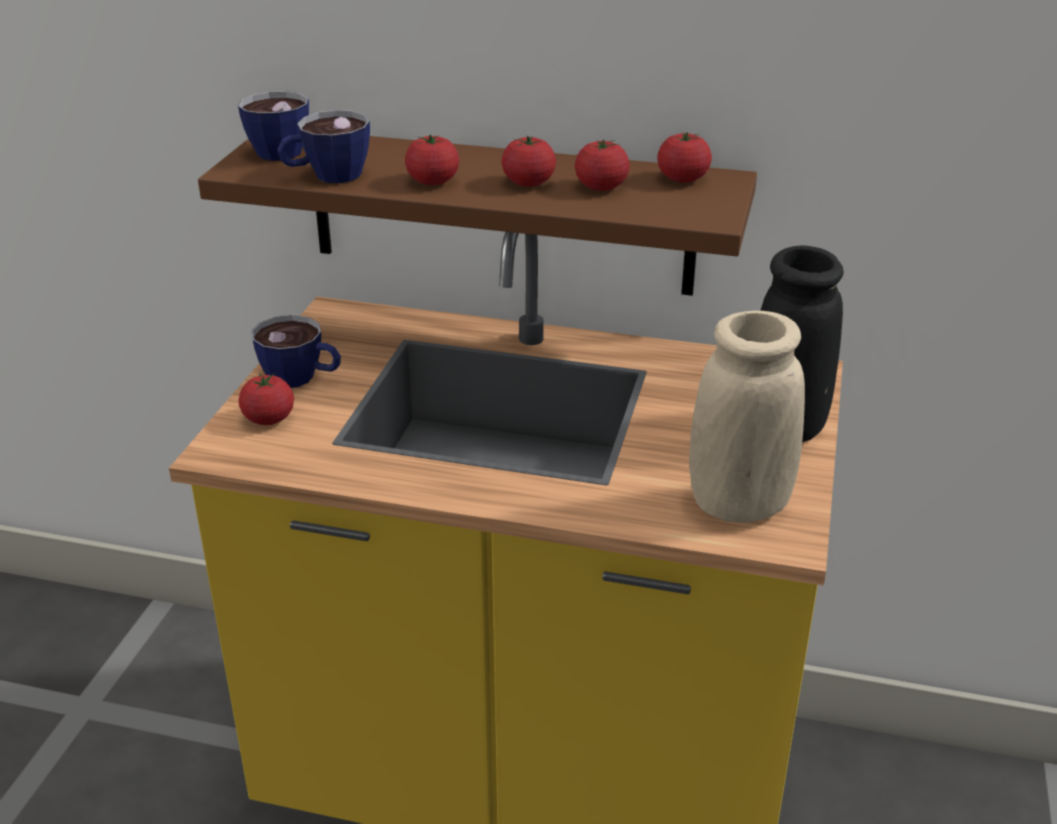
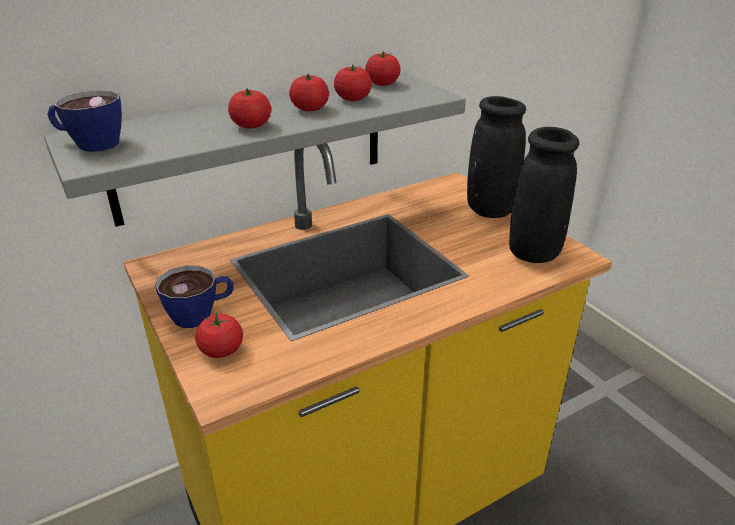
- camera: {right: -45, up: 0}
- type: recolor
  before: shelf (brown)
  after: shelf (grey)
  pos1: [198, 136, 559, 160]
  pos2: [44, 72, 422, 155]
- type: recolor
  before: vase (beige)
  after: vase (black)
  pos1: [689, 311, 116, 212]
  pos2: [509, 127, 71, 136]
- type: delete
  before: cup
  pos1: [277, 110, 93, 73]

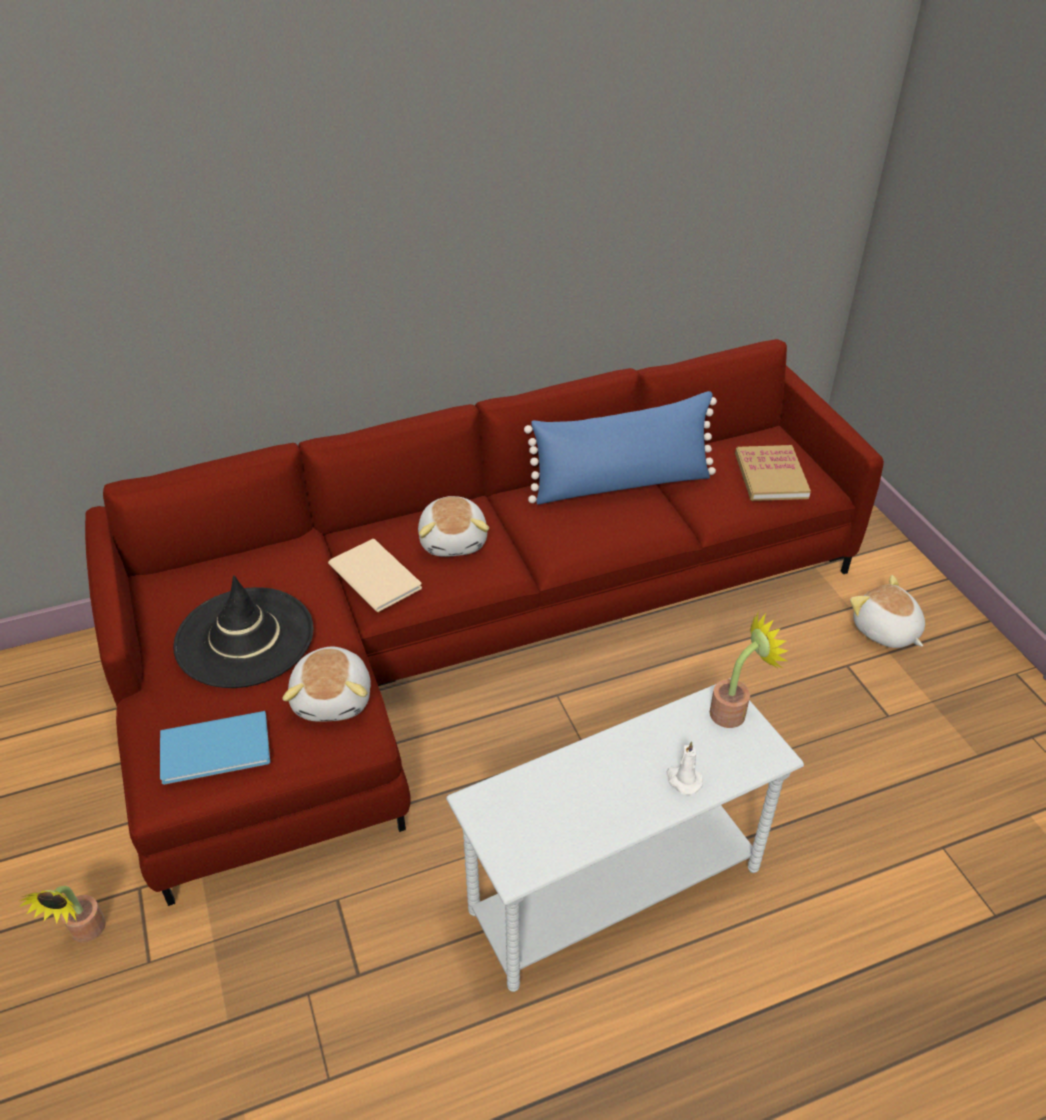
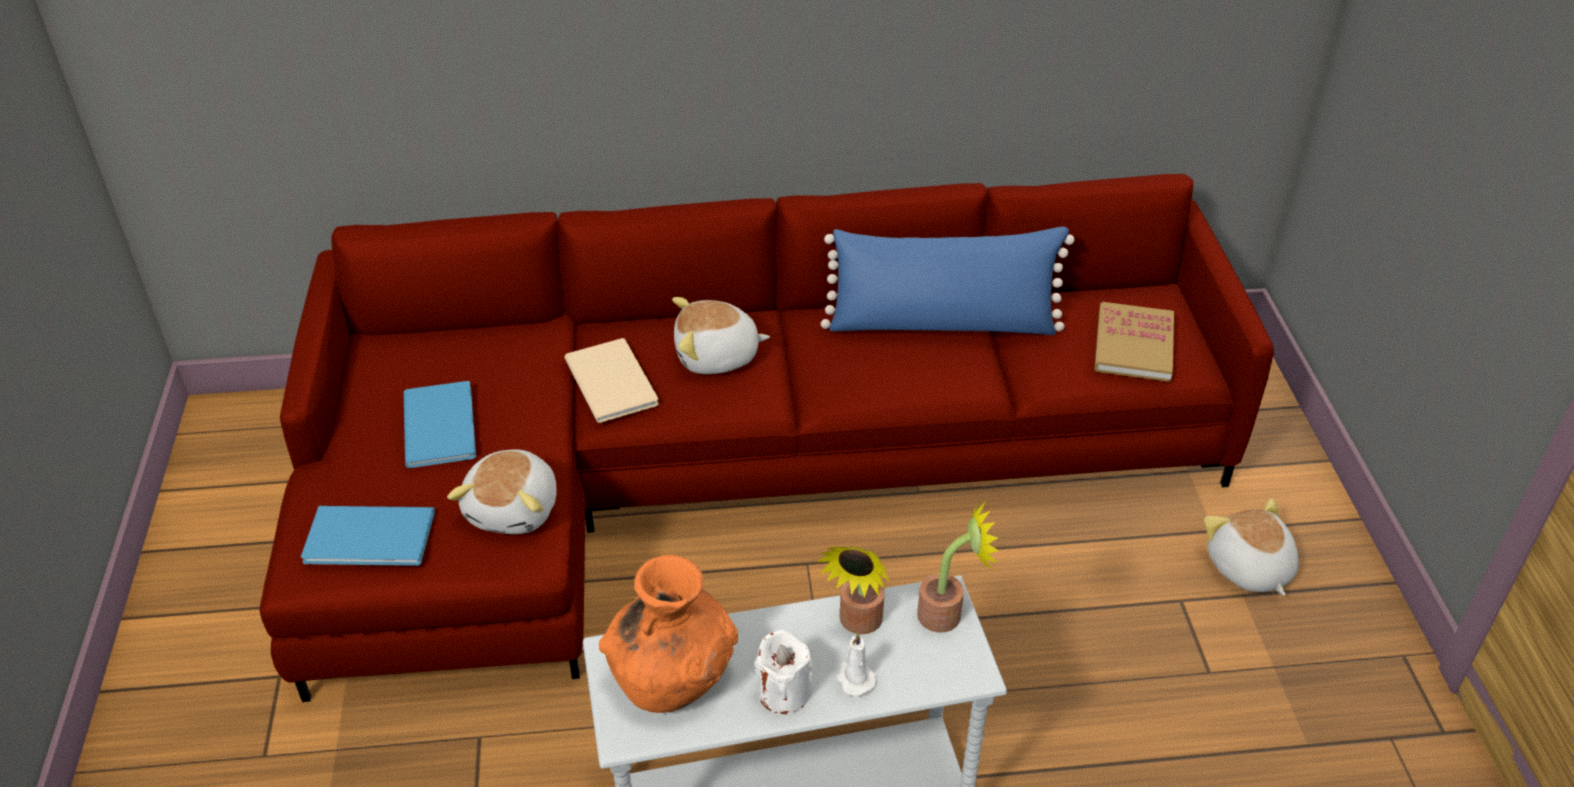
- camera: {right: 15, up: 0}
- type: replace
  before: hat (black)
  after: book (blue)
  pos1: [173, 575, 141, 113]
  pos2: [404, 381, 72, 87]
- type: insert
  after: vase (orange)
  pos2: [599, 555, 139, 158]
- type: rotate
  before: plush toy
  pos1: [418, 496, 71, 61]
  pos2: [672, 297, 98, 77]
  turn: 75
- type: insert
  after: candle (white)
  pos2: [754, 630, 59, 84]
- type: move
  before: potted plant
  pos1: [19, 886, 87, 57]
  pos2: [817, 546, 73, 88]

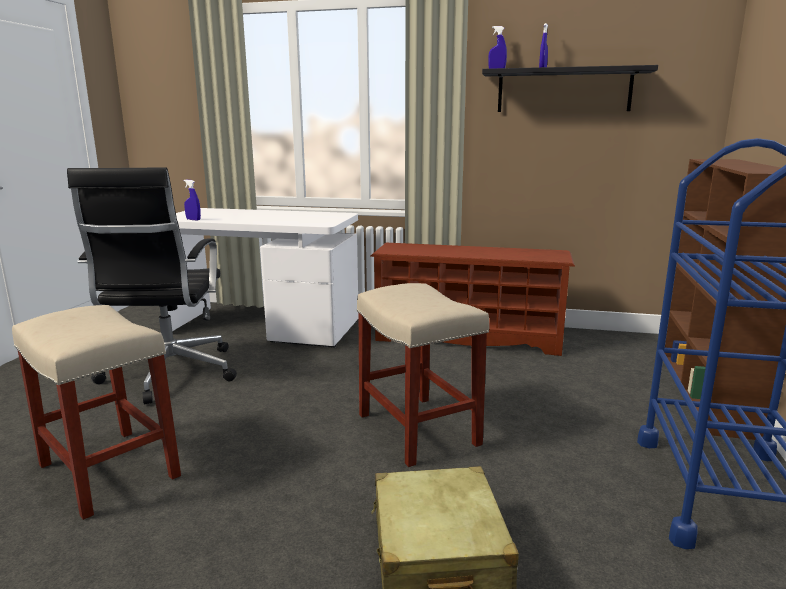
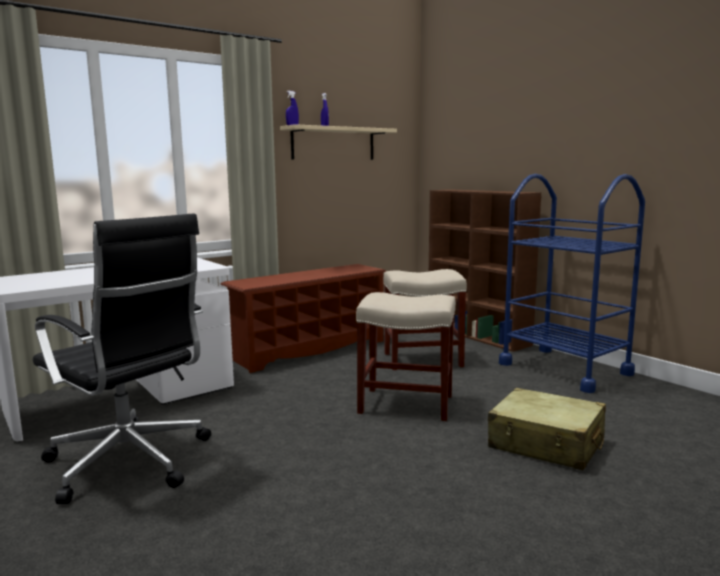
- camera: {right: -50, up: -5}
- type: recolor
  before: shelf (black)
  after: shelf (beige)
  pos1: [482, 65, 176, 47]
  pos2: [280, 124, 117, 36]
- type: move
  before: stool (beige)
  pos1: [12, 305, 169, 215]
  pos2: [383, 269, 84, 101]
- type: delete
  before: spray bottle (blue)
  pos1: [184, 180, 17, 40]

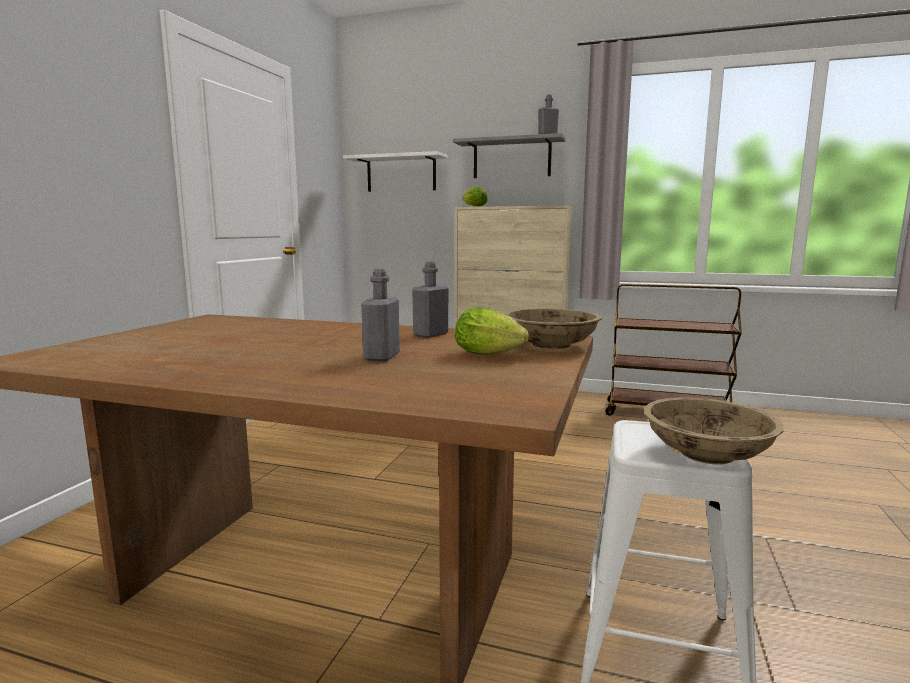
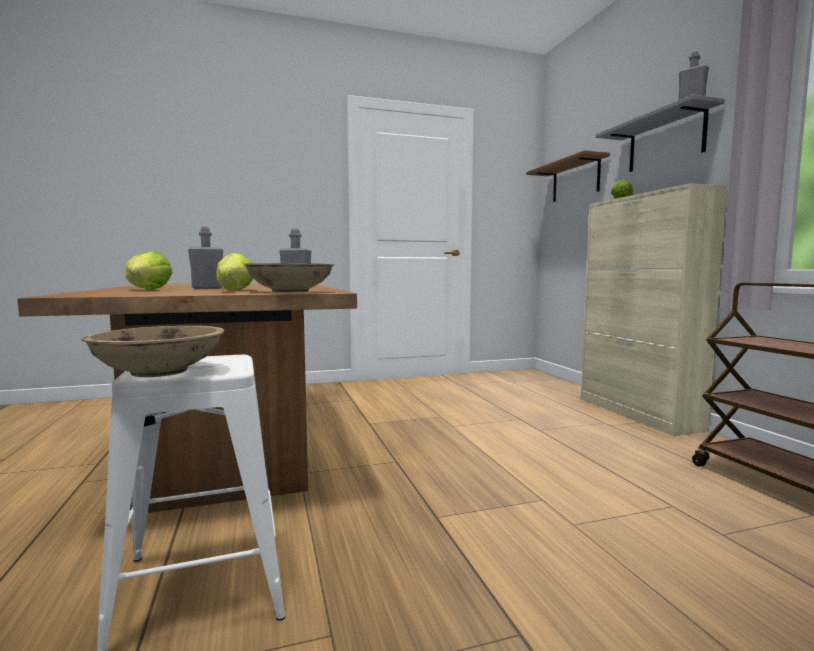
- camera: {right: 55, up: -5}
- type: insert
  after: lettuce
  pos2: [125, 251, 47, 38]
- type: recolor
  before: shelf (white)
  after: shelf (brown)
  pos1: [343, 151, 105, 41]
  pos2: [526, 150, 84, 52]

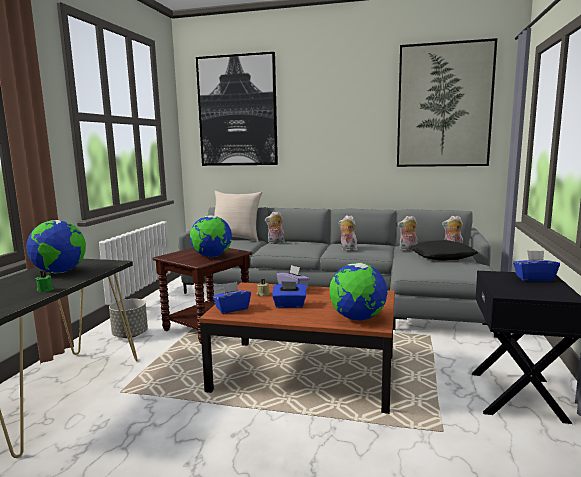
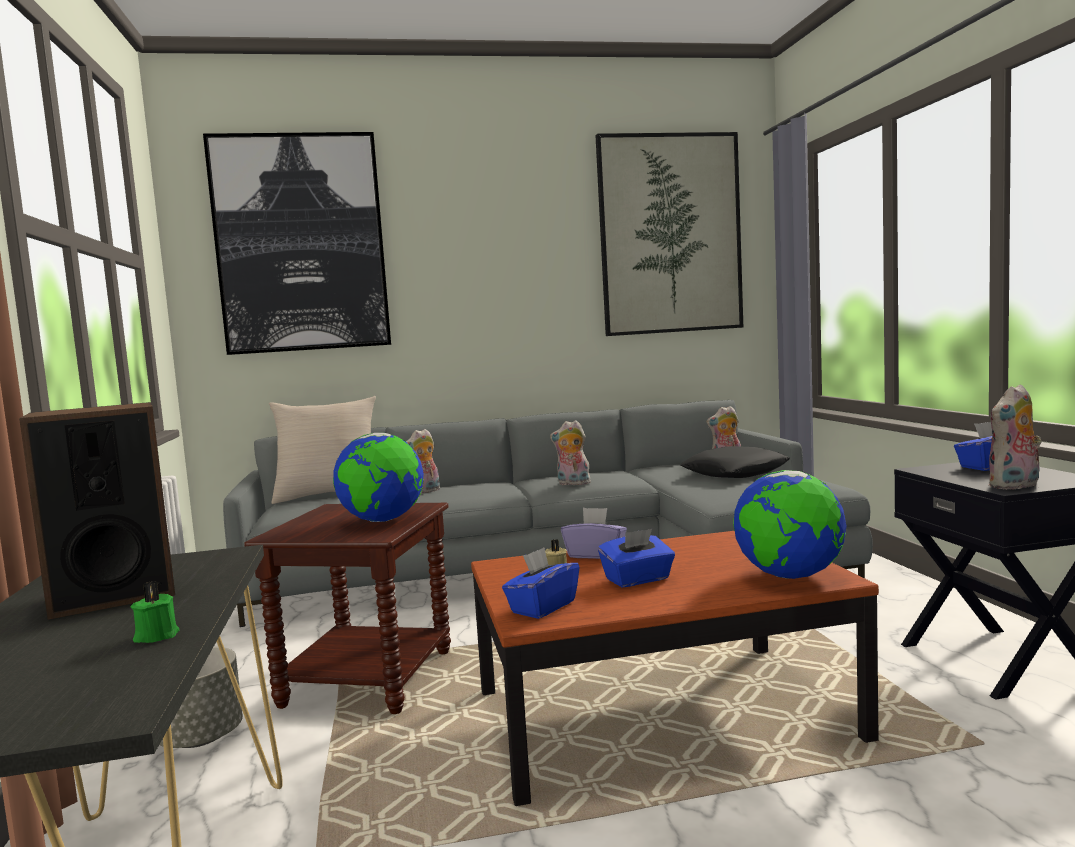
- camera: {right: -25, up: -5}
- type: replace
  before: globe
  after: speaker
  pos1: [26, 220, 60, 54]
  pos2: [19, 402, 156, 218]
- type: move
  before: plush toy
  pos1: [397, 216, 21, 35]
  pos2: [988, 384, 54, 106]

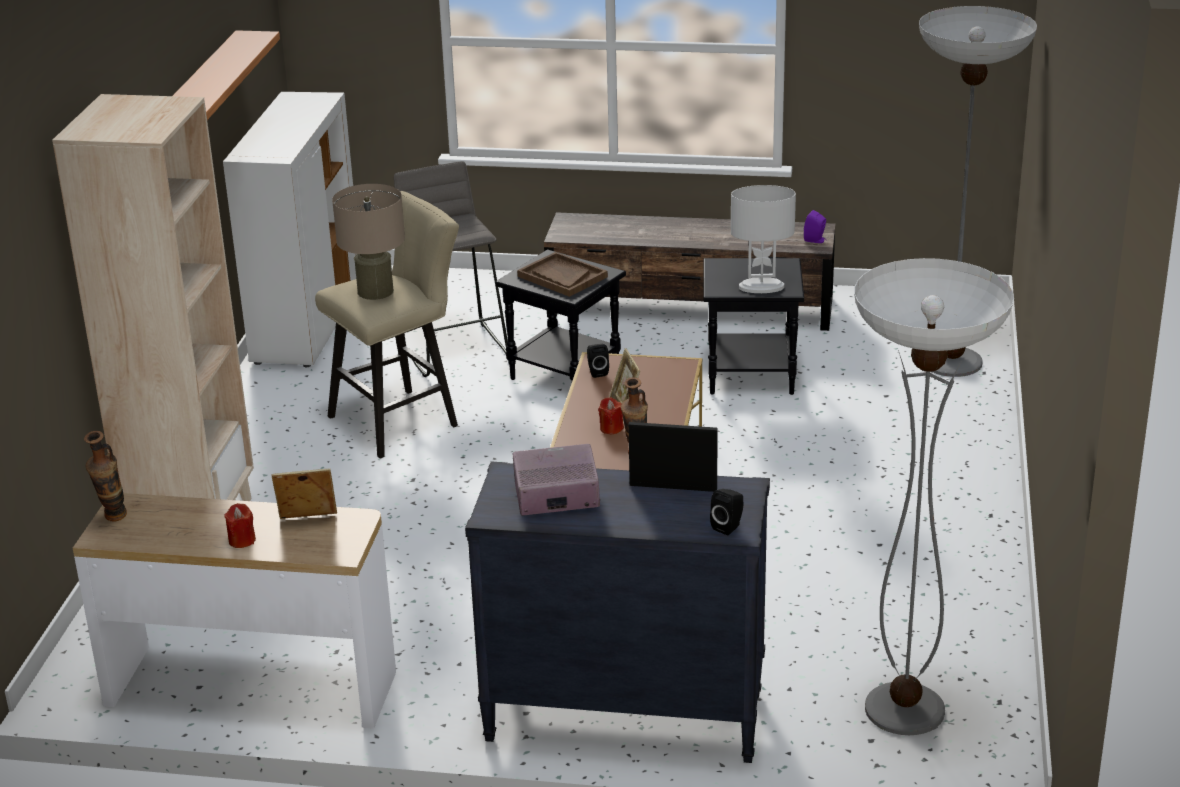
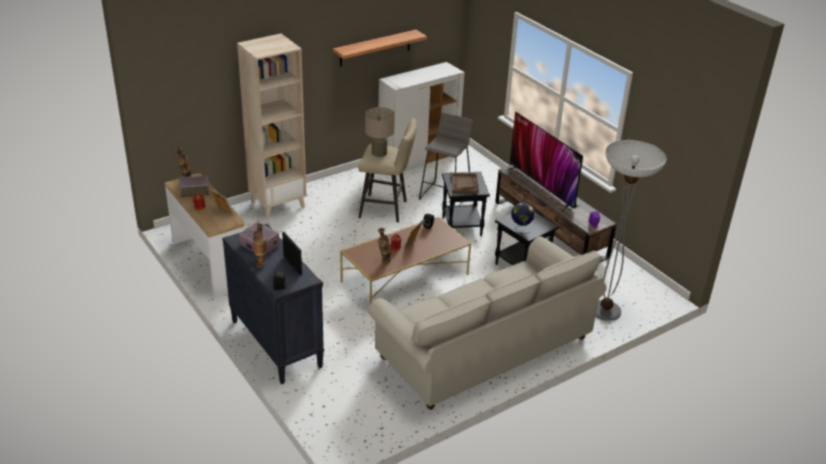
- camera: {right: 45, up: 5}
- type: insert
  after: radio
  pos2: [179, 175, 31, 23]
- type: insert
  after: vase
  pos2: [253, 223, 14, 45]
- type: insert
  after: sofa (beige)
  pos2: [368, 236, 239, 174]
- type: insert
  after: television
  pos2: [506, 112, 77, 101]
- type: replace
  before: table lamp (white)
  after: globe
  pos1: [731, 185, 65, 108]
  pos2: [511, 202, 24, 32]
- type: delete
  before: floor lamp
  pos1: [854, 258, 160, 477]

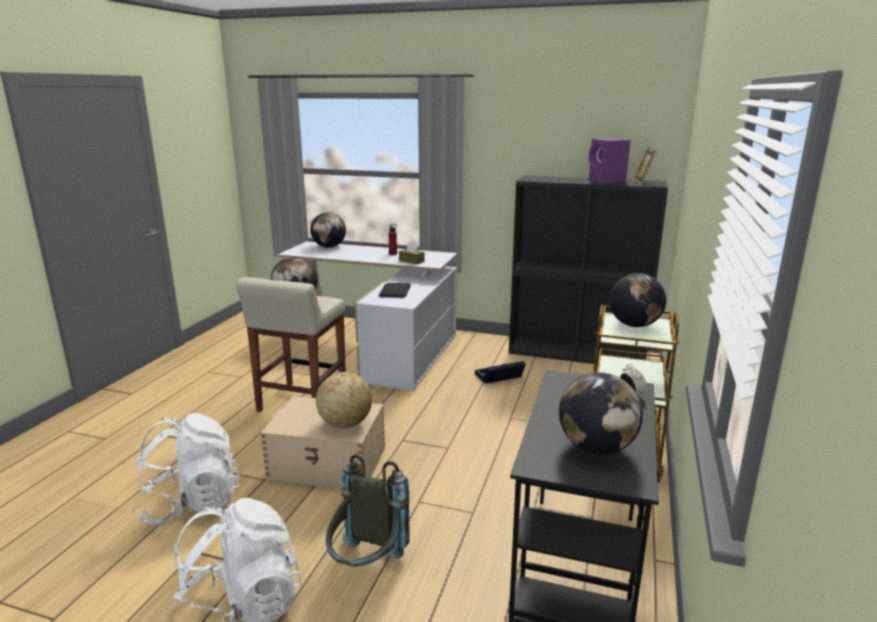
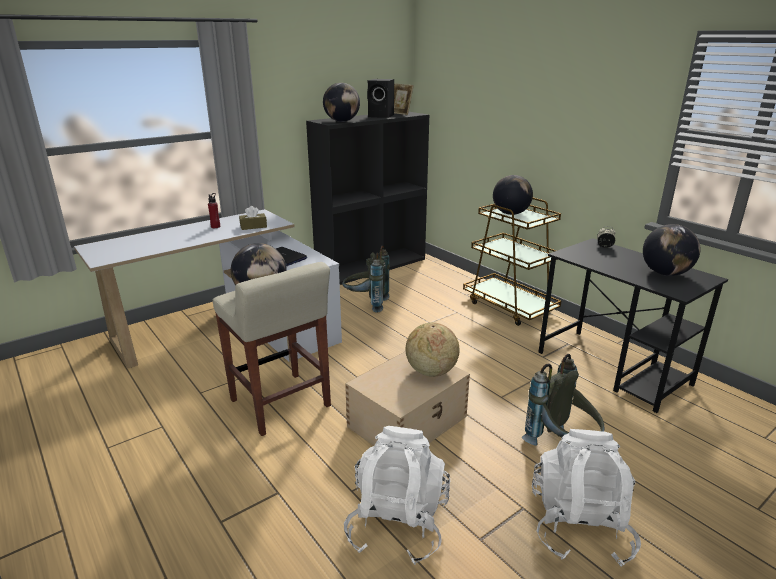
- camera: {right: -55, up: 5}
- type: move
  before: globe
  pos1: [310, 212, 36, 36]
  pos2: [323, 83, 37, 39]
- type: replace
  before: storage box (black)
  after: backpack (grey)
  pos1: [475, 361, 51, 23]
  pos2: [342, 246, 48, 67]
- type: recolor
  before: speaker (purple)
  after: speaker (black)
  pos1: [589, 138, 41, 46]
  pos2: [367, 79, 27, 39]

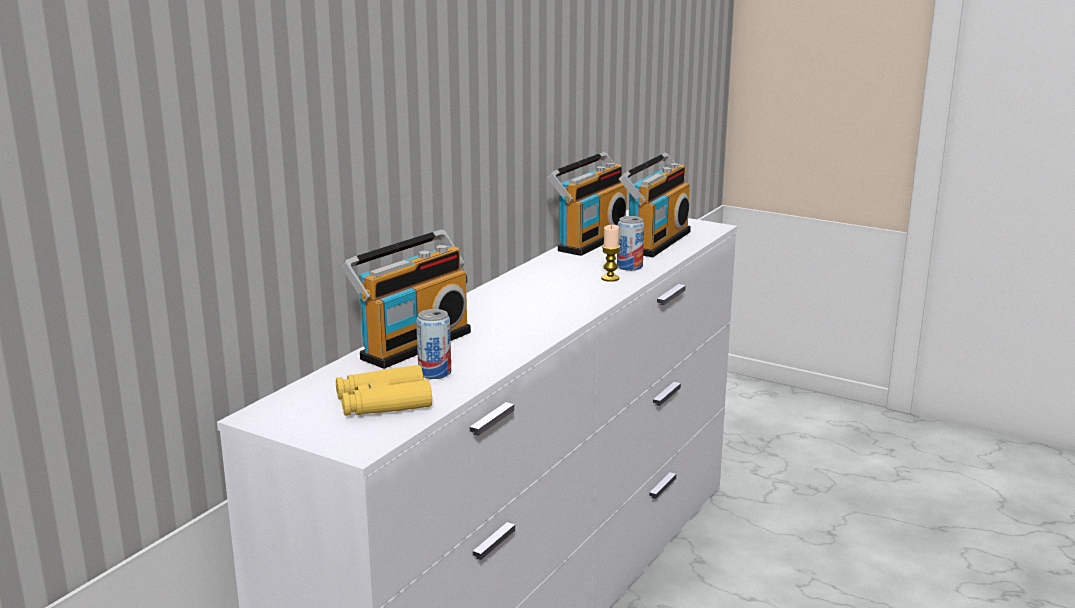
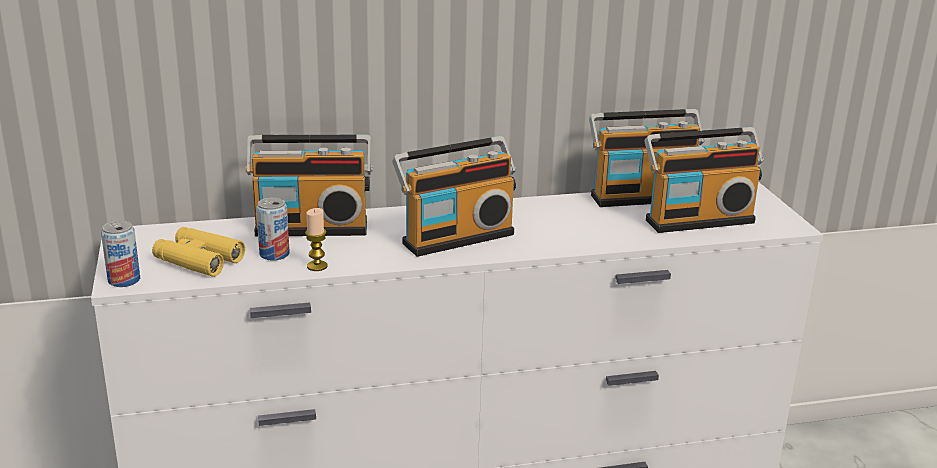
- camera: {right: 45, up: 5}
- type: move
  before: can
  pos1: [617, 216, 27, 55]
  pos2: [101, 220, 39, 67]
- type: move
  before: candle
  pos1: [601, 225, 19, 57]
  pos2: [305, 208, 22, 63]
- type: insert
  after: radio
  pos2: [392, 136, 124, 121]

